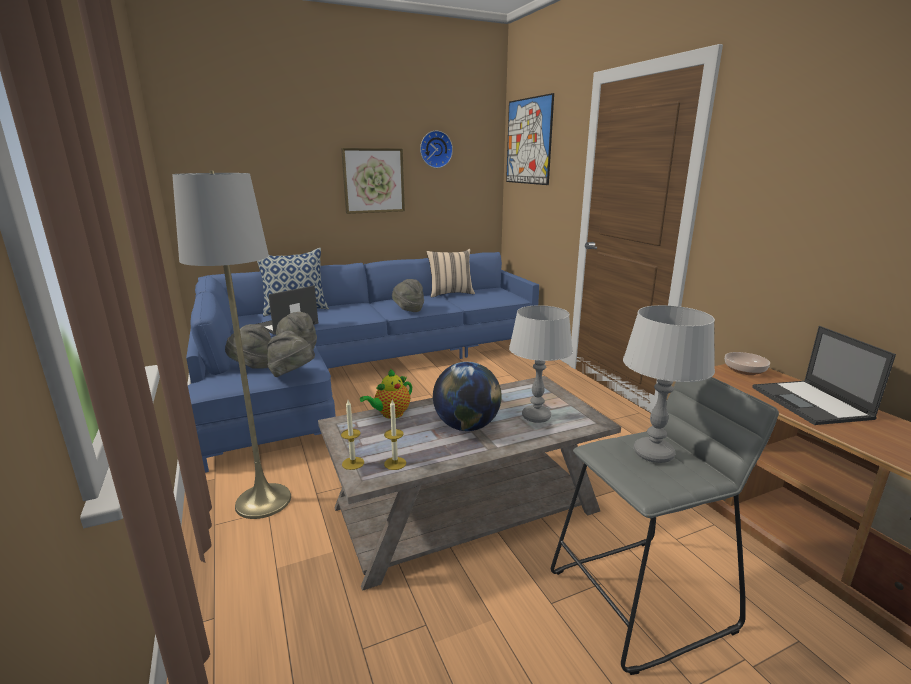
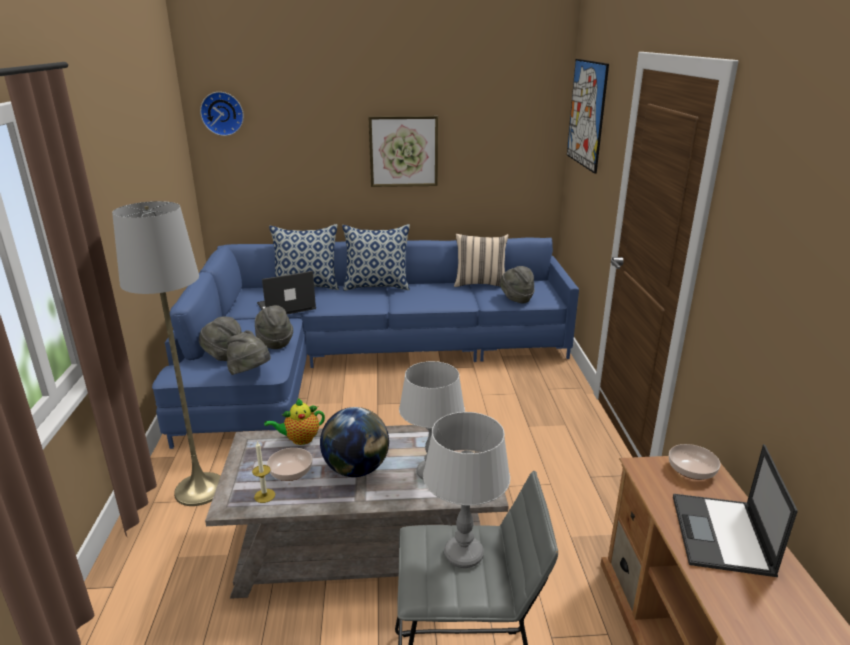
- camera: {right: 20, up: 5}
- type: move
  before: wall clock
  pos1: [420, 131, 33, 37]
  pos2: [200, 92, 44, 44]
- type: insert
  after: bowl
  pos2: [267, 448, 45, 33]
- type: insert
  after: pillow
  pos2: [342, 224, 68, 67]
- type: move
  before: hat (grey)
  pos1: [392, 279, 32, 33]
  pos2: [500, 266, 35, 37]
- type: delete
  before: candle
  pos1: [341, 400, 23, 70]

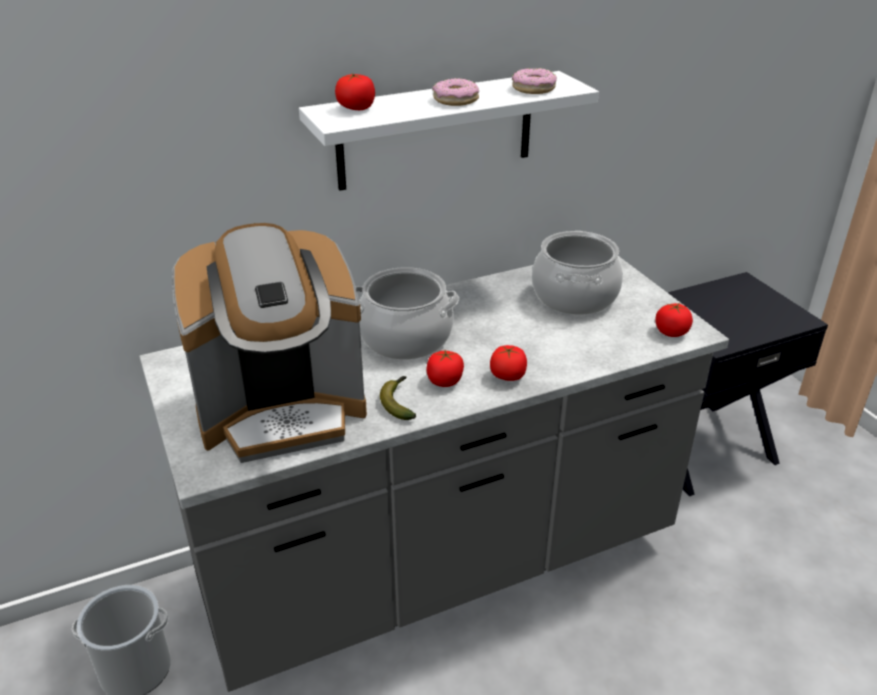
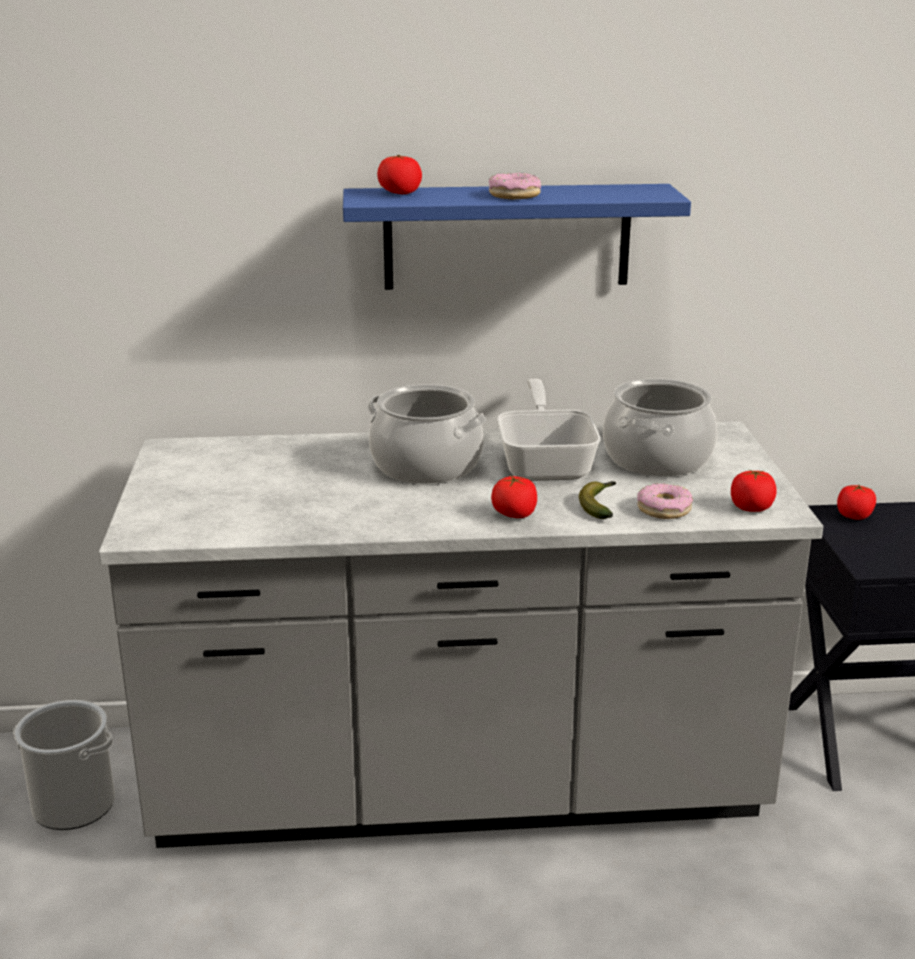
- camera: {right: 20, up: -10}
- type: recolor
  before: shelf (white)
  after: shelf (blue)
  pos1: [299, 71, 300, 120]
  pos2: [343, 184, 348, 106]
- type: insert
  after: frying pan
  pos2: [497, 379, 104, 102]
- type: move
  before: banana
  pos1: [380, 376, 36, 44]
  pos2: [579, 481, 37, 38]
- type: move
  before: donut
  pos1: [512, 68, 45, 26]
  pos2: [637, 483, 56, 36]
- type: move
  before: tomato
  pos1: [427, 350, 37, 37]
  pos2: [837, 485, 39, 35]
- type: delete
  before: coffee machine
  pos1: [172, 223, 195, 240]

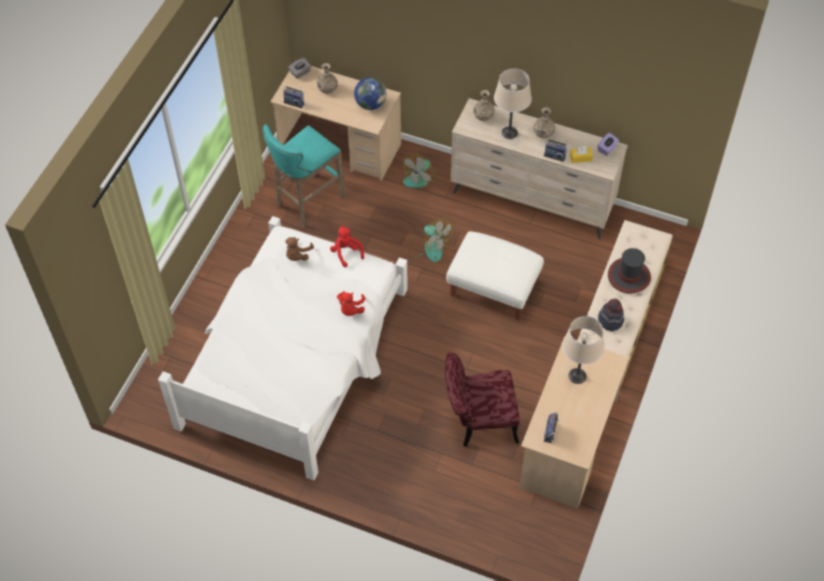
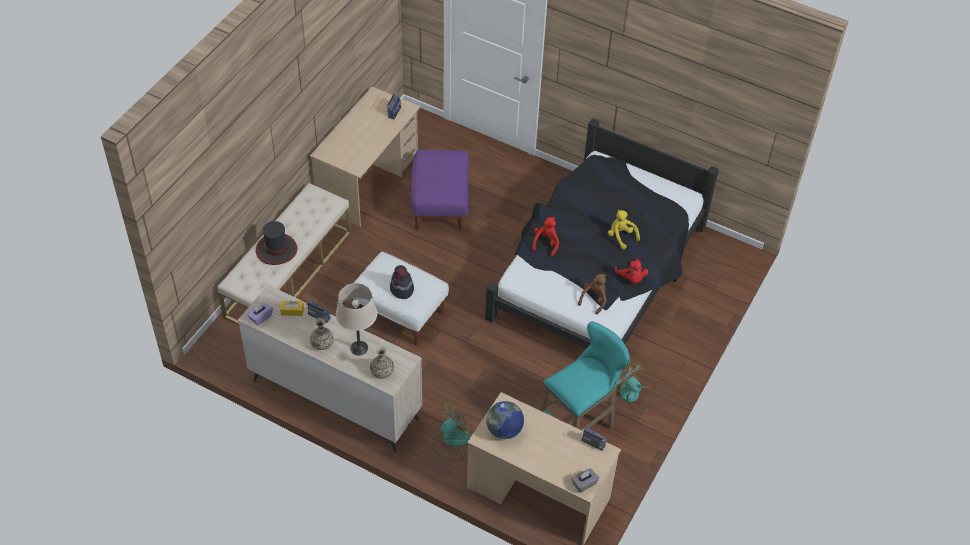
- camera: {right: -175, up: -5}
- type: move
  before: hat
  pos1: [598, 299, 26, 32]
  pos2: [390, 265, 24, 34]
- type: replace
  before: chair (red)
  after: ottoman (purple)
  pos1: [445, 352, 75, 95]
  pos2: [411, 150, 58, 82]
- type: recolor
  before: bed (white)
  after: bed (black)
  pos1: [158, 216, 250, 265]
  pos2: [485, 118, 234, 231]
- type: insert
  after: plush toy (yellow)
  pos2: [608, 210, 32, 40]
- type: move
  before: plush toy (red)
  pos1: [330, 226, 34, 41]
  pos2: [614, 259, 34, 24]
- type: move
  before: fan
  pos1: [409, 218, 44, 44]
  pos2: [617, 362, 39, 49]
- type: delete
  before: vase
  pos1: [317, 63, 21, 31]
- type: delete
  before: table lamp (beige)
  pos1: [562, 316, 43, 68]

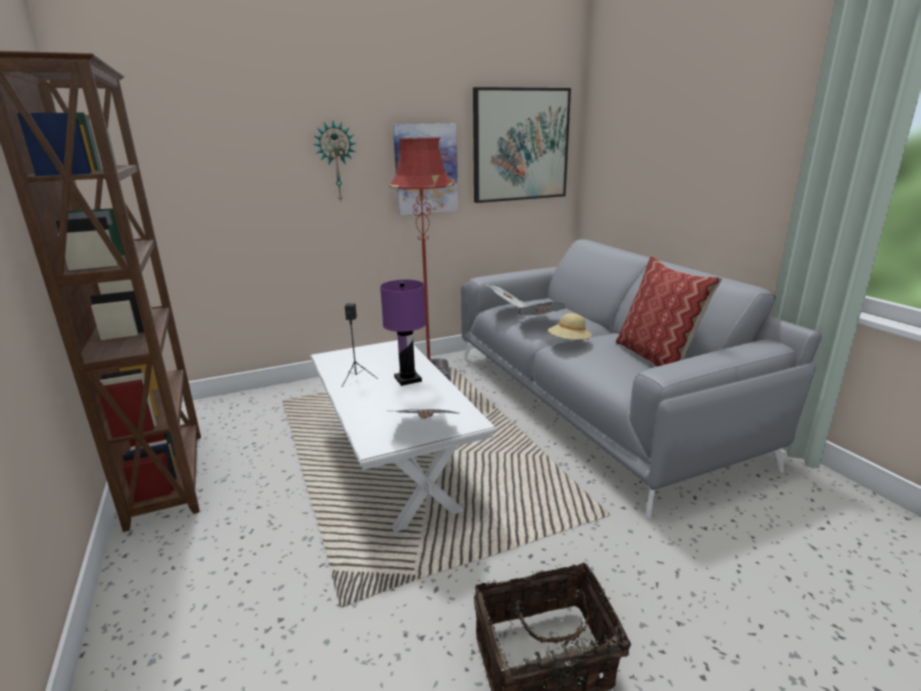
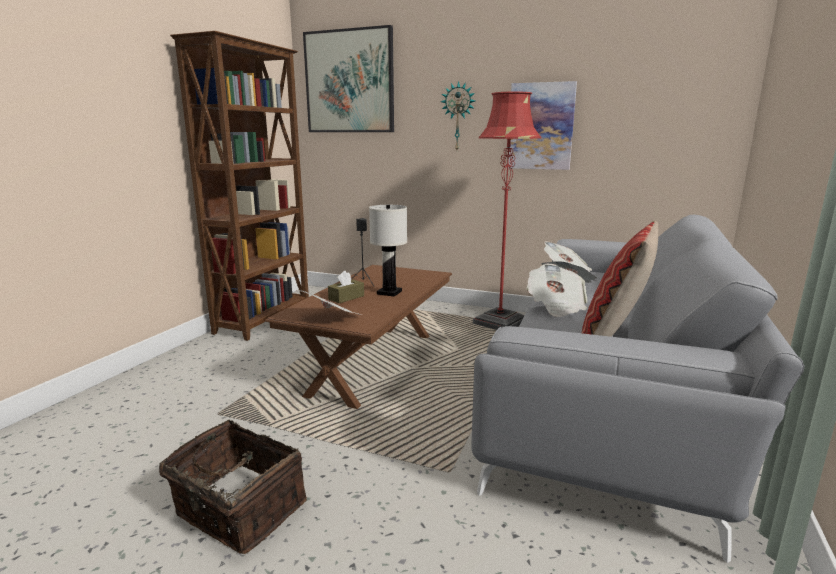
- camera: {right: 45, up: -5}
- type: recolor
  before: coffee table (white)
  after: coffee table (brown)
  pos1: [310, 340, 187, 192]
  pos2: [265, 265, 187, 144]
- type: move
  before: picture
  pos1: [473, 87, 98, 116]
  pos2: [303, 25, 91, 107]
- type: insert
  after: tissue box (brown)
  pos2: [328, 271, 36, 32]
- type: recolor
  before: table lamp (purple)
  after: table lamp (white)
  pos1: [380, 280, 46, 106]
  pos2: [369, 205, 38, 92]
- type: replace
  before: hat (beige)
  after: newspaper
  pos1: [548, 313, 44, 27]
  pos2: [527, 264, 60, 53]

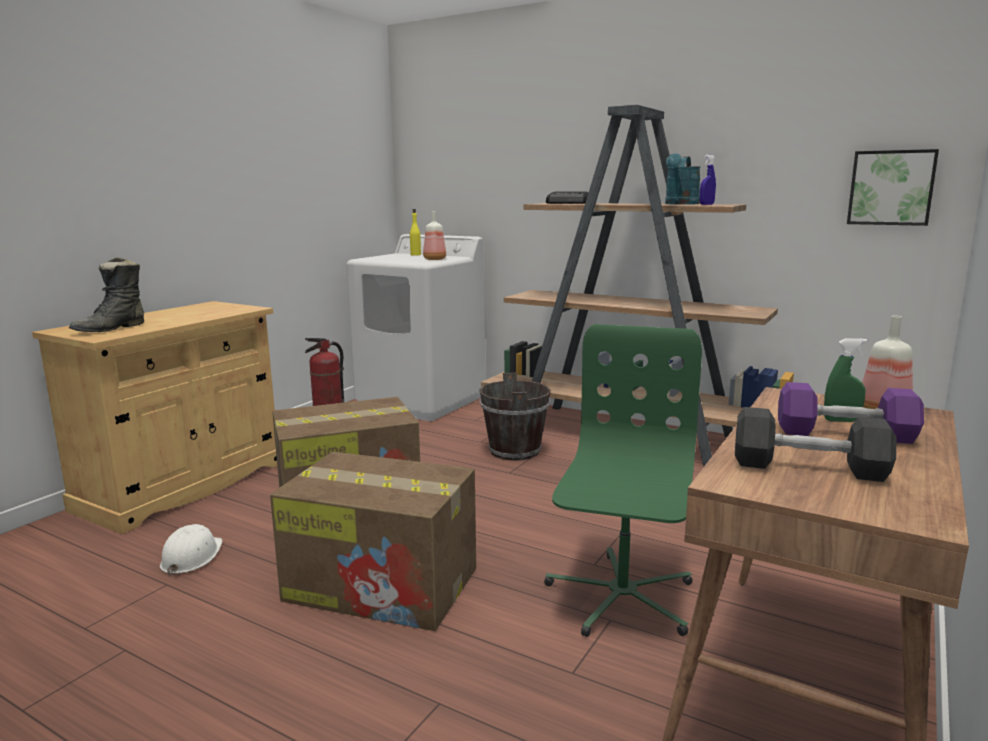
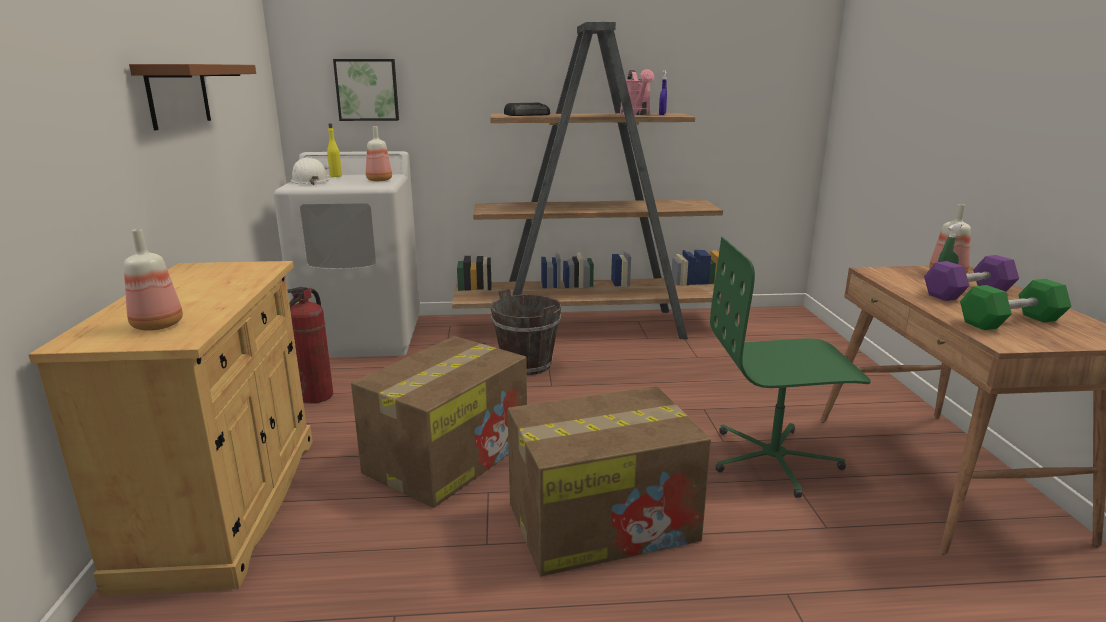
- camera: {right: -35, up: 5}
- type: replace
  before: boot (black)
  after: bottle
  pos1: [69, 257, 75, 75]
  pos2: [124, 229, 59, 102]
- type: insert
  after: shelf (brown)
  pos2: [129, 64, 127, 66]
- type: move
  before: hard hat (white)
  pos1: [160, 524, 63, 53]
  pos2: [291, 157, 38, 28]
- type: move
  before: picture
  pos1: [847, 149, 92, 77]
  pos2: [333, 59, 66, 62]
- type: recolor
  before: watering can (turquoise)
  after: watering can (pink)
  pos1: [665, 154, 36, 51]
  pos2: [620, 69, 34, 46]
- type: rotate
  before: office chair (green)
  pos1: [544, 324, 158, 313]
  pos2: [710, 237, 161, 261]
  turn: -75
- type: recolor
  before: dumbbell (grey)
  after: dumbbell (green)
  pos1: [735, 407, 162, 75]
  pos2: [960, 279, 112, 51]

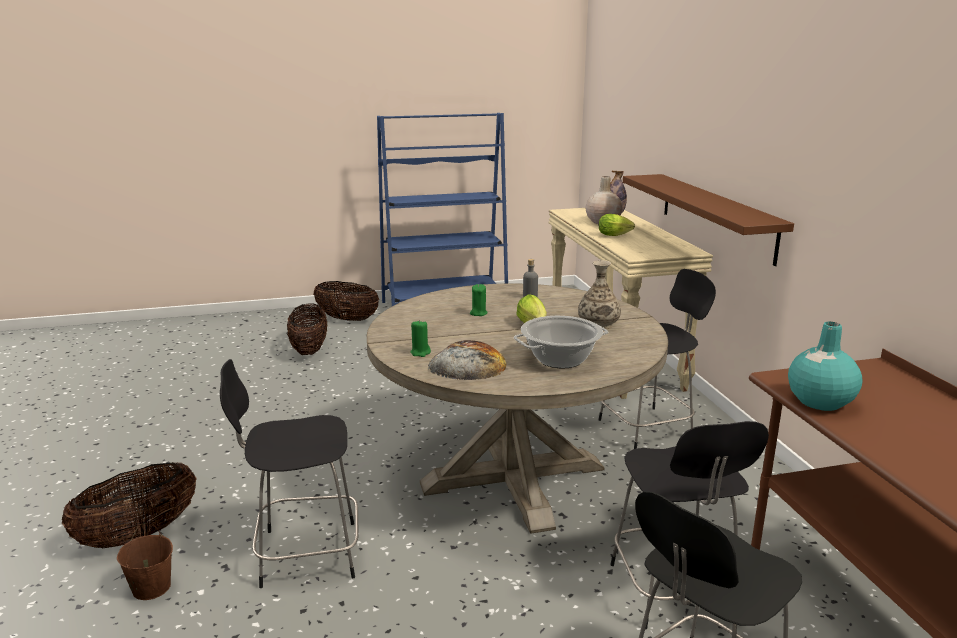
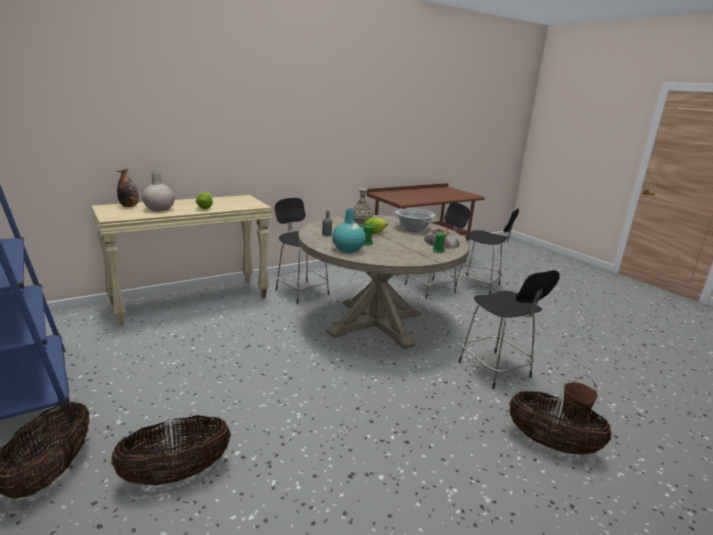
- camera: {right: -110, up: 0}
- type: move
  before: vase (turquoise)
  pos1: [788, 322, 75, 89]
  pos2: [332, 209, 34, 44]
- type: delete
  before: shelf (brown)
  pos1: [623, 174, 171, 92]

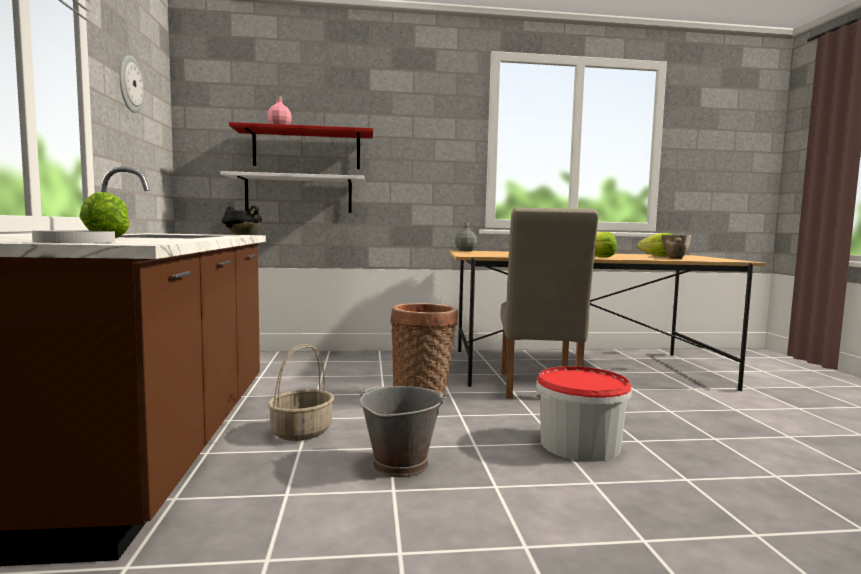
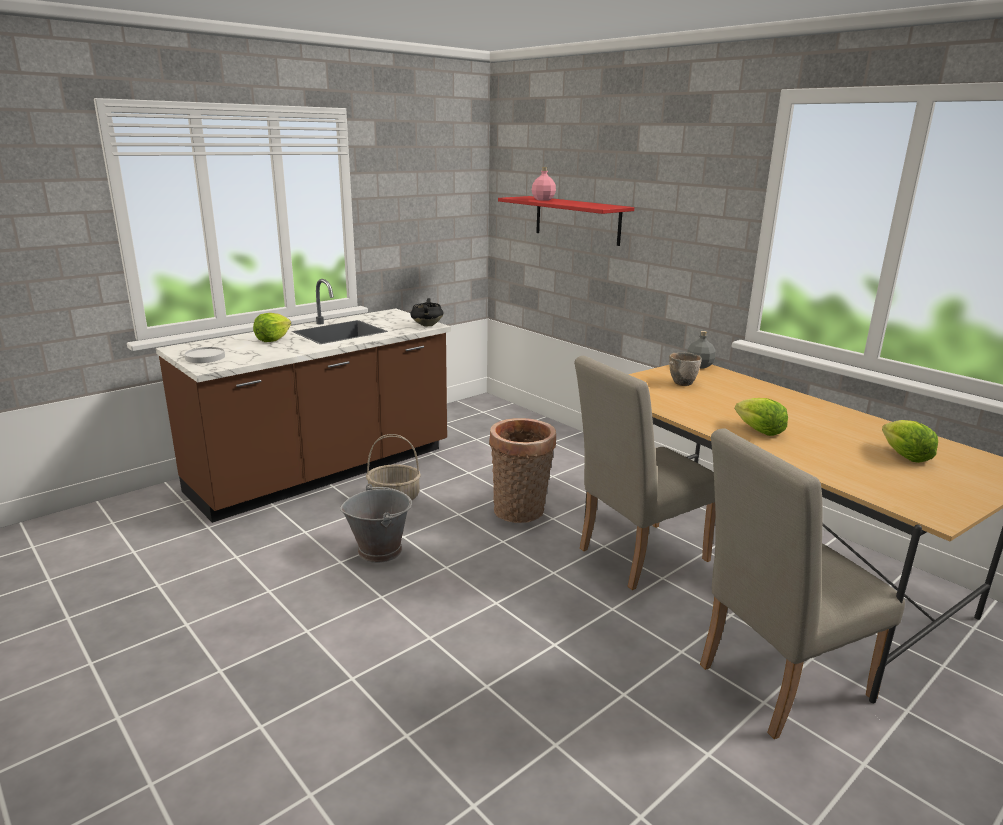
- camera: {right: 55, up: 15}
- type: move
  before: bowl
  pos1: [661, 235, 30, 24]
  pos2: [669, 352, 33, 34]
- type: insert
  after: chair (beige)
  pos2: [700, 429, 205, 310]
- type: delete
  before: wall clock
  pos1: [119, 55, 25, 58]
- type: delete
  before: shelf (white)
  pos1: [221, 171, 143, 42]
- type: delete
  before: bucket
  pos1: [536, 366, 95, 96]

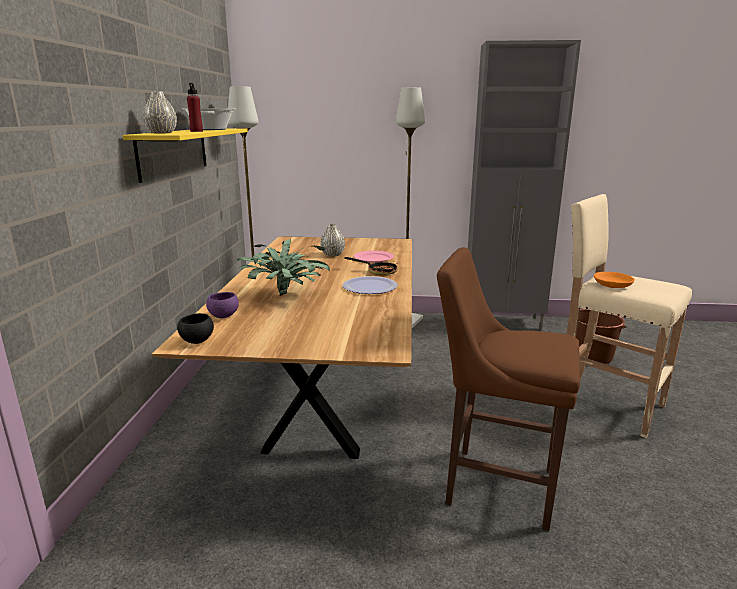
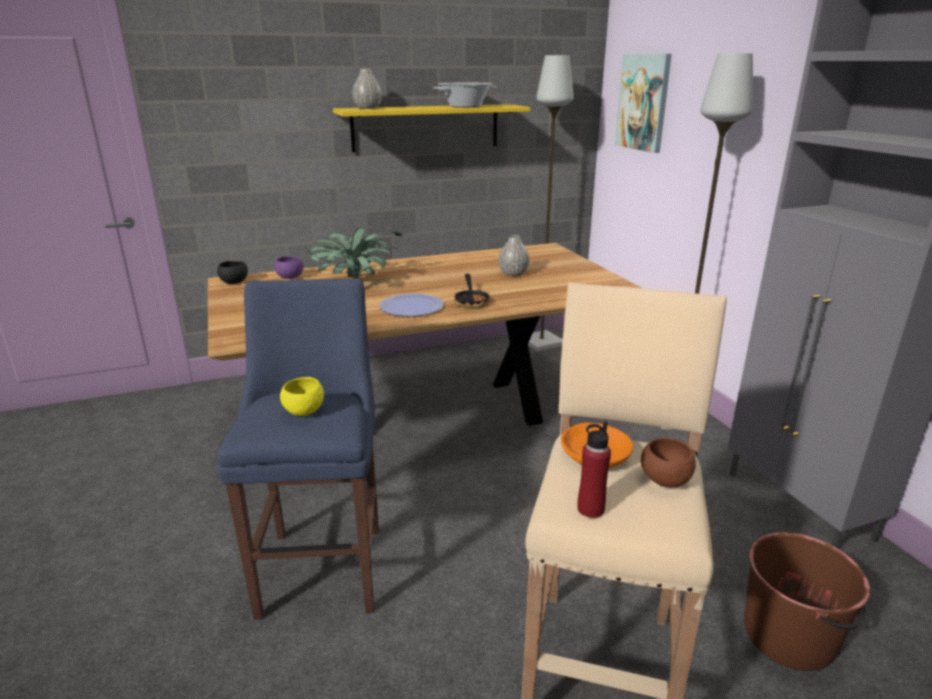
- camera: {right: 65, up: 5}
- type: recolor
  before: stool (brown)
  after: stool (blue)
  pos1: [437, 247, 143, 284]
  pos2: [217, 278, 162, 342]
- type: insert
  after: bowl (yellow)
  pos2: [280, 377, 44, 39]
- type: move
  before: bottle (red)
  pos1: [187, 83, 16, 49]
  pos2: [577, 421, 34, 97]
- type: insert
  after: picture
  pos2: [615, 54, 57, 99]
- type: insert
  after: bowl (brown)
  pos2: [641, 438, 55, 50]
- type: delete
  before: plate (pink)
  pos1: [354, 251, 40, 12]

